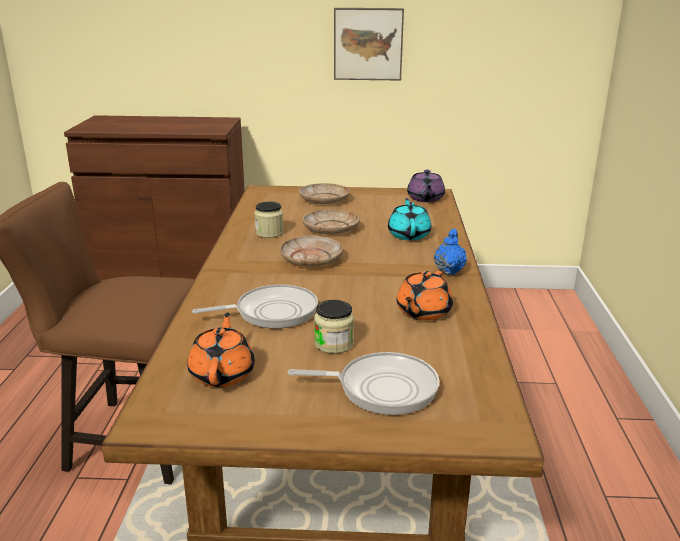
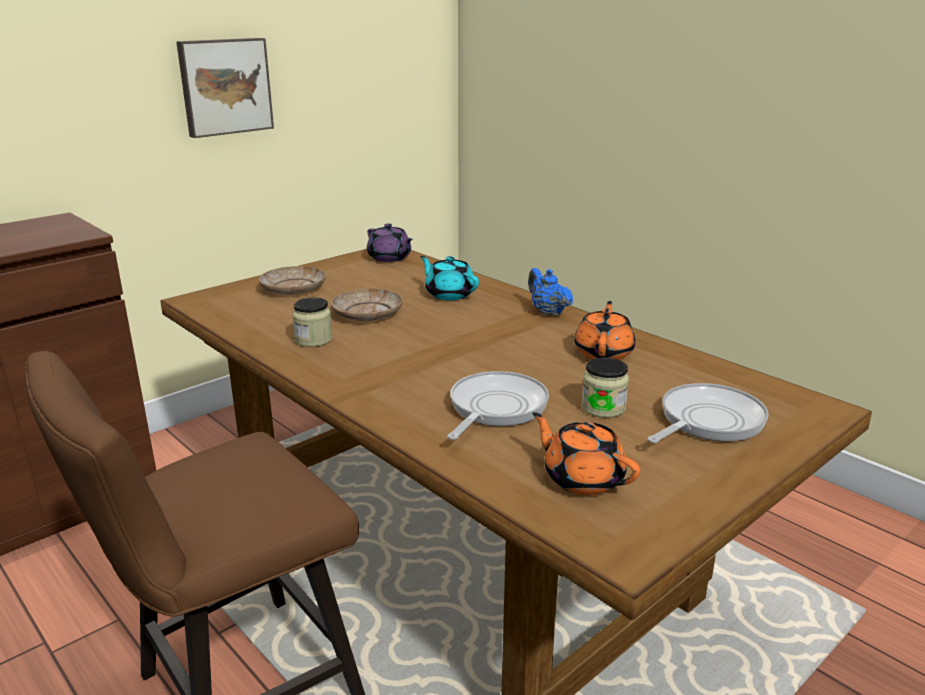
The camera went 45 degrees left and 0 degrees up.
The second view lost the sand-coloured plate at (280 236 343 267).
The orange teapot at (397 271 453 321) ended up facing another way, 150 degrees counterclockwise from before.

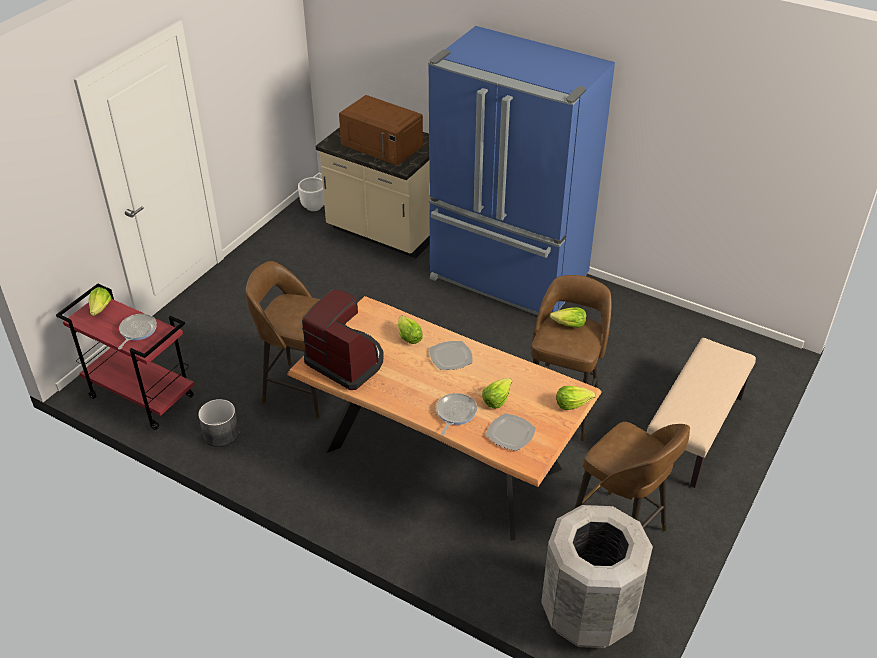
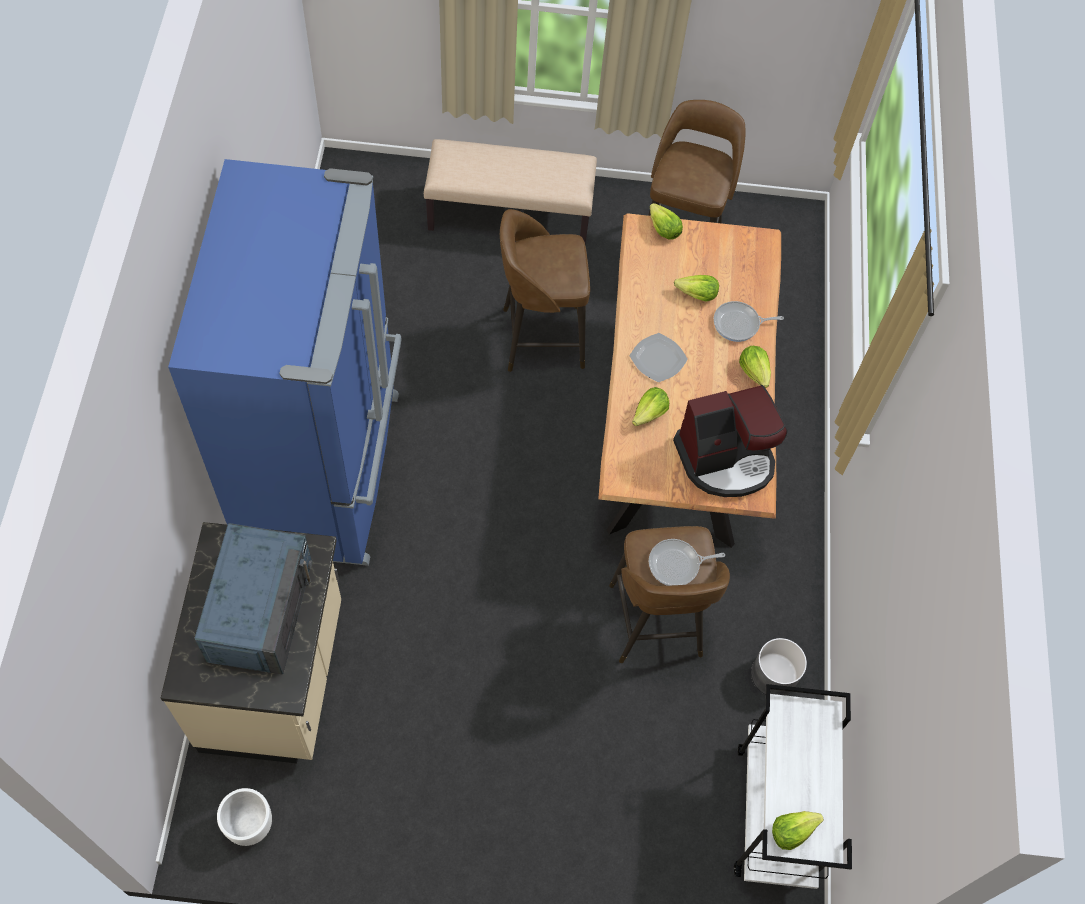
The camera went 120 degrees left and 20 degrees up.
The second view lost the plate at (486 413 536 451).
The second view lost the gray trash can at (541 505 653 648).
The pan ended up elsewhere, having gone from (118 314 157 349) to (649 539 725 586).
The lettuce ended up elsewhere, having gone from (550 307 587 328) to (739 346 771 388).
What was the red trolley at (56 284 194 430) turned into the white trolley at (734 684 852 889).
What was the brown kitchen microwave at (339 95 423 166) turned into the blue kitchen microwave at (194 523 312 675).
The coffee brewer at (302 289 384 390) ended up facing another way, 120 degrees counterclockwise from before.

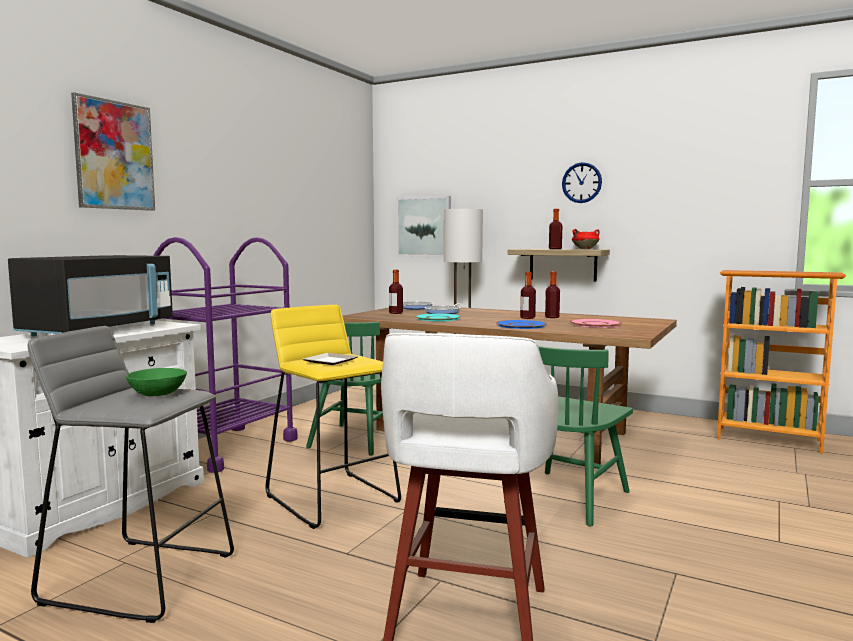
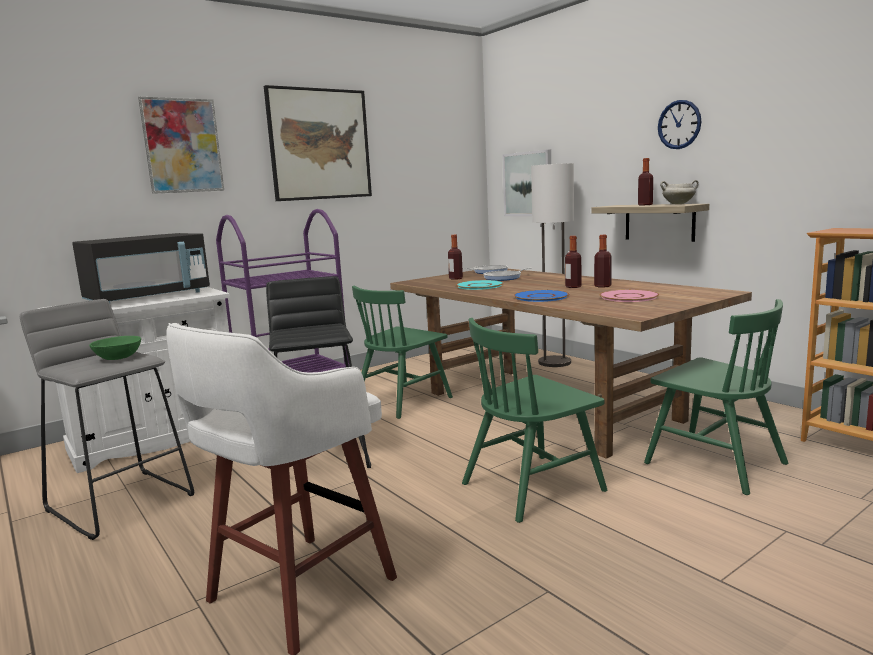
The camera went 25 degrees right and 5 degrees up.
The second view lost the plate at (303 353 358 365).
The second view gained the wall picture at (264 85 372 201).
The second view gained the green plain chair at (644 299 788 495).
What was the yellowish sitting stool at (265 305 401 529) turned into the blackish sitting stool at (266 276 371 468).
What was the red cooking pot at (572 229 600 249) turned into the white cooking pot at (660 180 699 204).

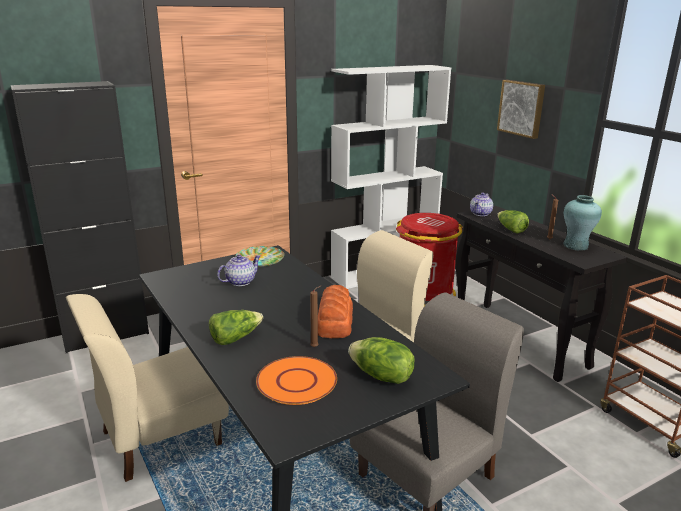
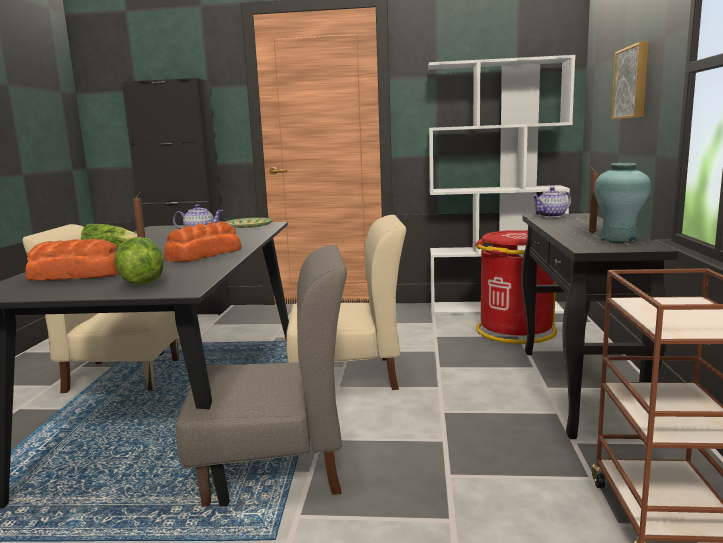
The camera went 35 degrees right and 10 degrees down.
The second view lost the lettuce at (497 210 529 234).
Where the orange plate stood at (256 356 337 405), the bakery bread came to stand at (25 239 119 281).

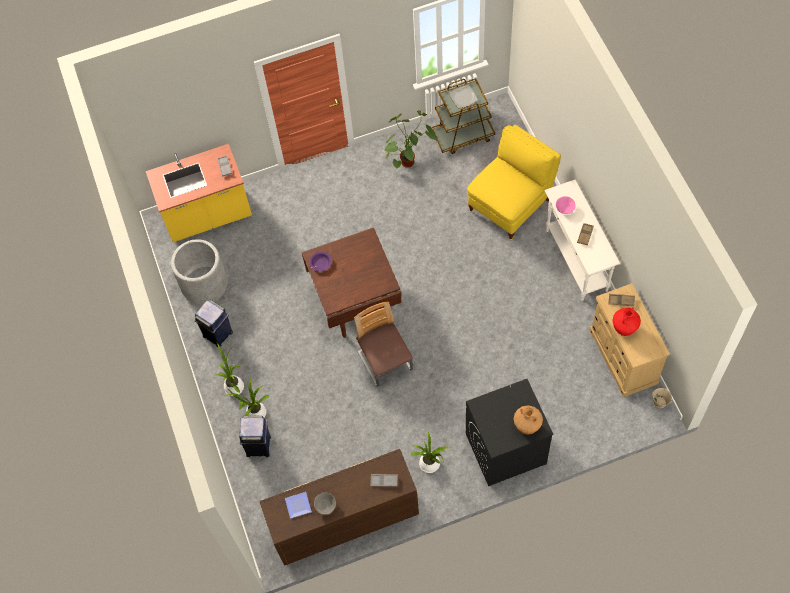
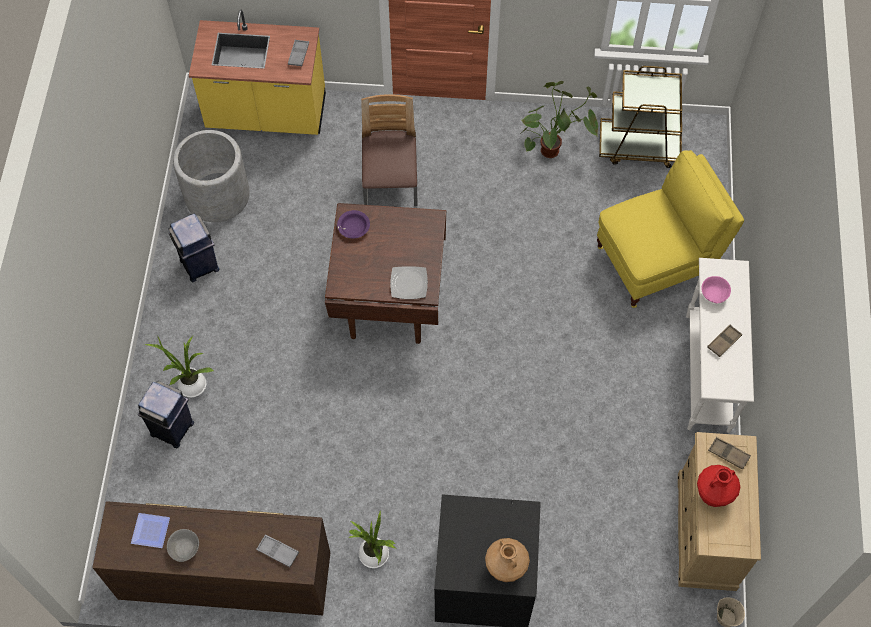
The camera went 20 degrees right and 0 degrees up.
The second view lost the potted plant at (213 343 244 396).
The plain chair ended up elsewhere, having gone from (354 301 413 387) to (361 94 418 206).
The plate ended up elsewhere, having gone from (449 85 478 108) to (390 266 428 299).

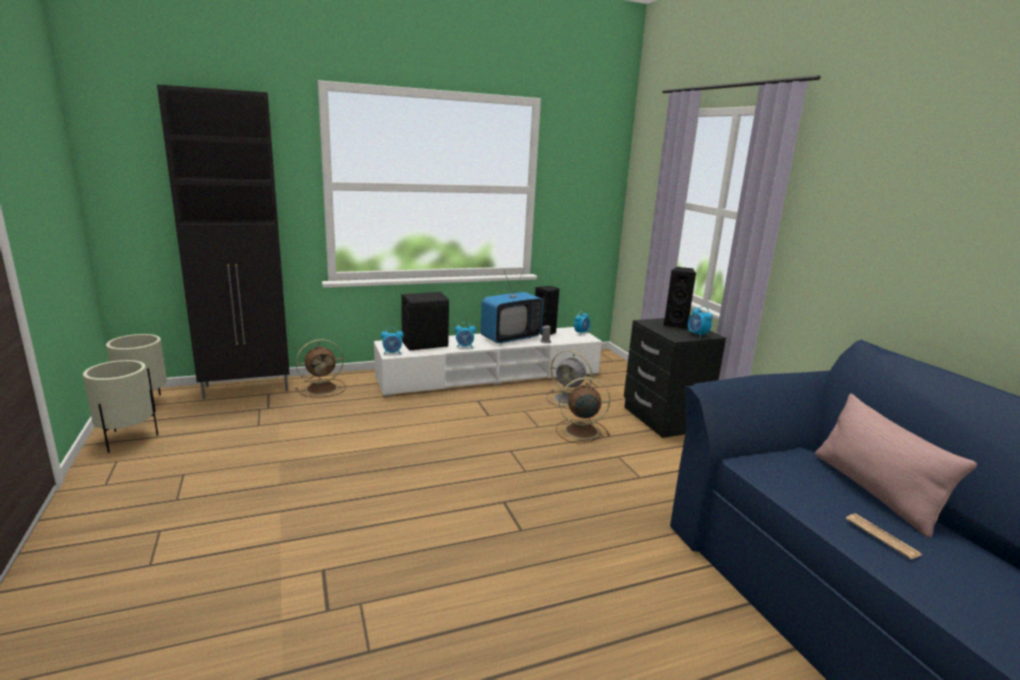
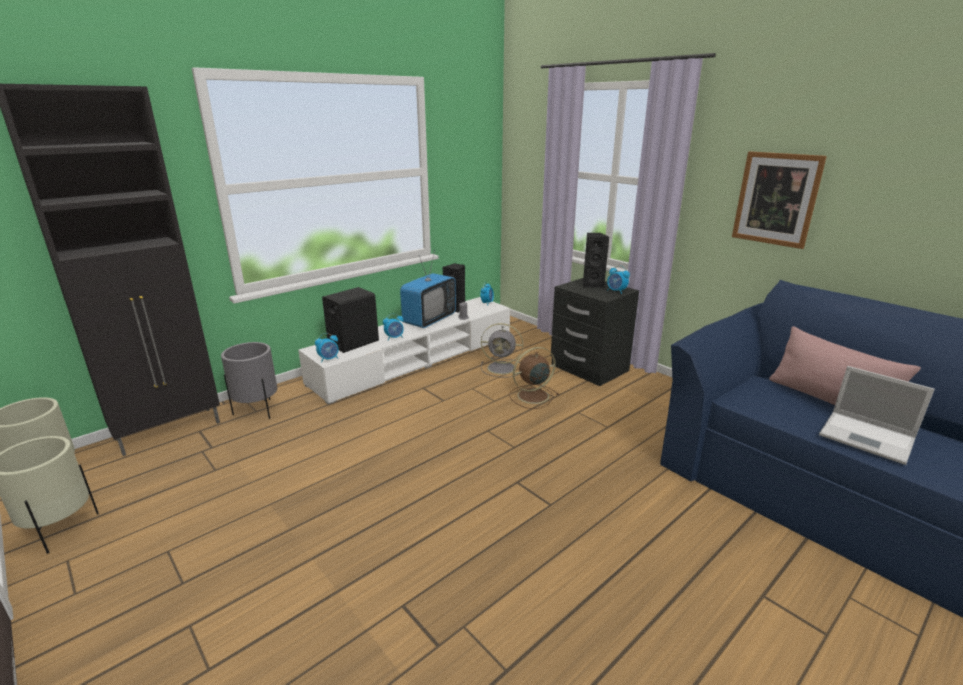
The camera went 20 degrees left and 5 degrees up.
The second view gained the wall picture at (732 151 827 249).
Where the brown electric fan stood at (295 339 346 398), the gray planter came to stand at (221 342 277 419).
Where the daily paper stood at (846 513 922 559), the notebook computer came to stand at (819 366 935 465).

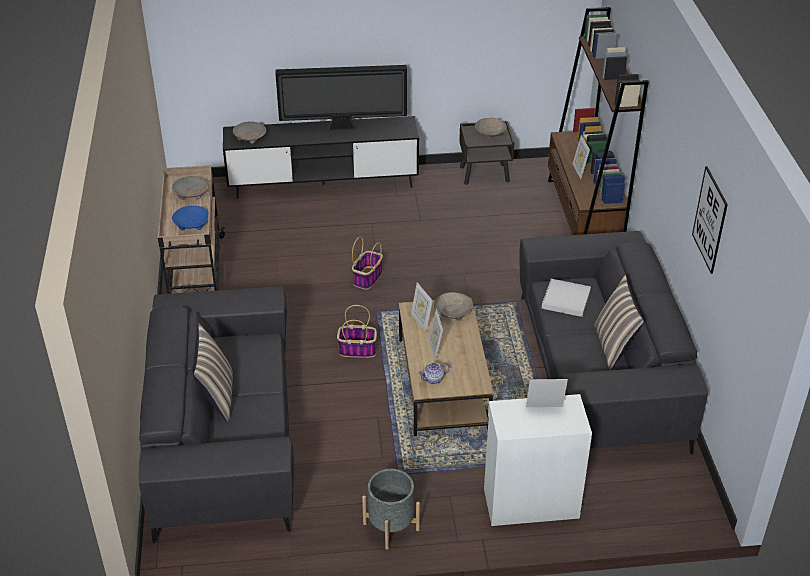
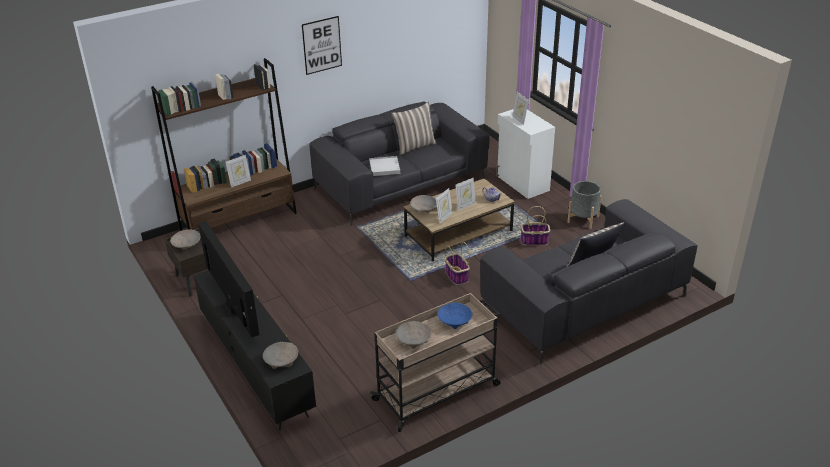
The camera went 115 degrees left and 5 degrees down.
The storage basket ended up elsewhere, having gone from (352 236 383 290) to (521 206 550 246).
The wall picture ended up elsewhere, having gone from (692 166 728 274) to (302 16 342 75).

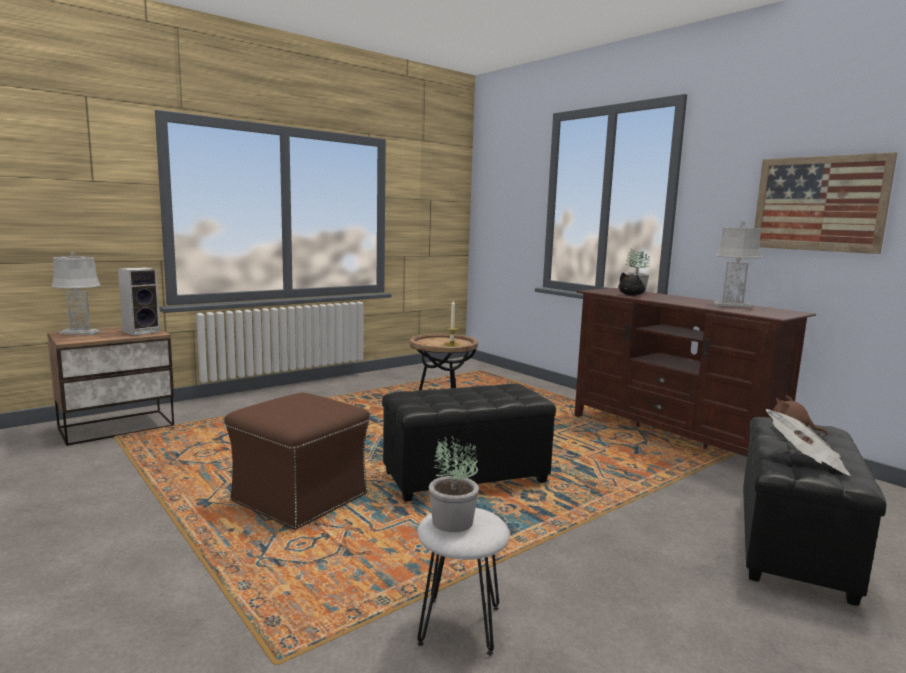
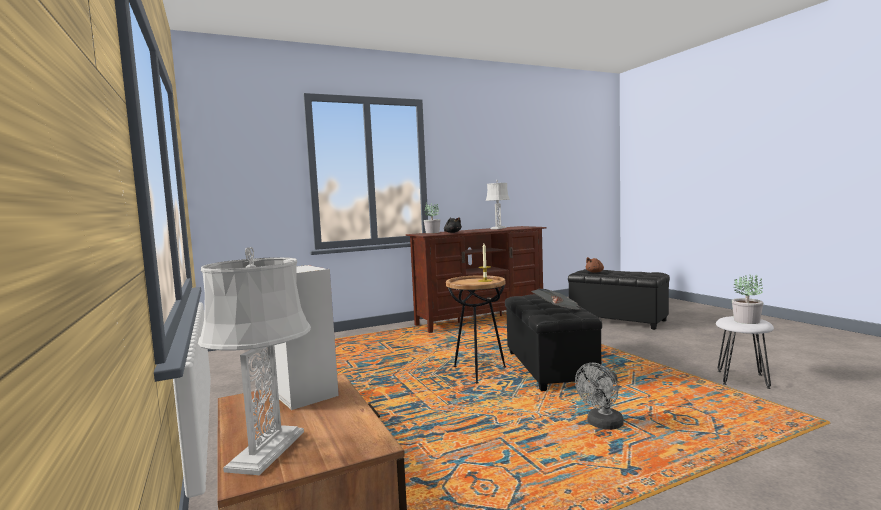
The camera went 75 degrees left and 5 degrees down.
The second view lost the wall picture at (754 152 897 254).
The daily paper ended up elsewhere, having gone from (766 409 851 476) to (531 289 580 310).
Where the brown pouffe stood at (224 393 369 530), the gray electric fan came to stand at (575 363 624 430).

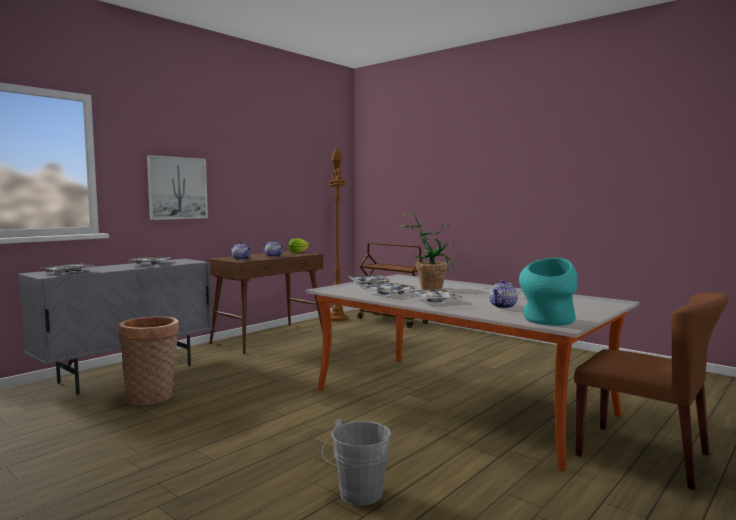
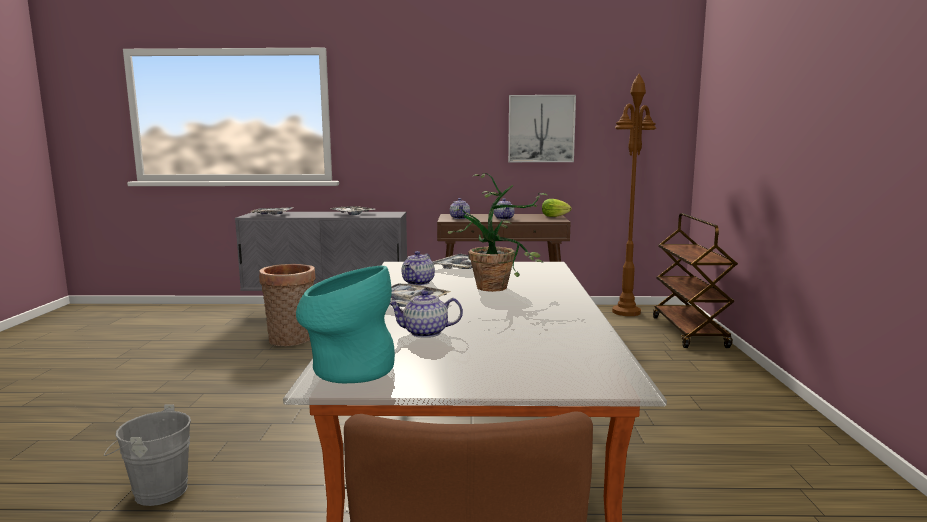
The camera went 50 degrees right and 5 degrees up.
The wall picture ended up elsewhere, having gone from (147 155 208 220) to (508 95 576 162).
Where the carrying tray stood at (362 282 417 295), the teapot came to stand at (402 251 435 285).

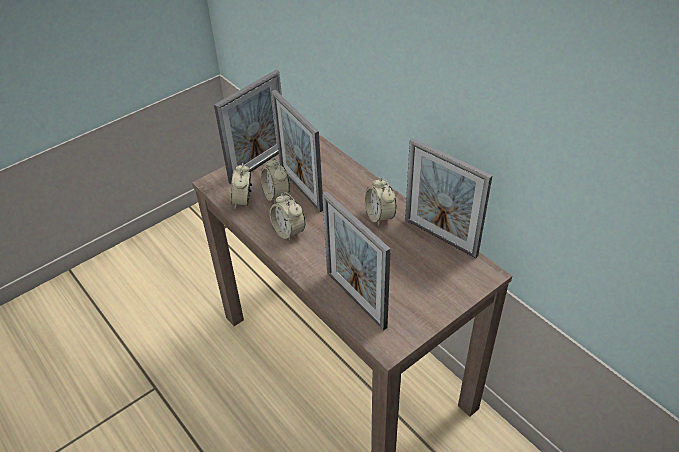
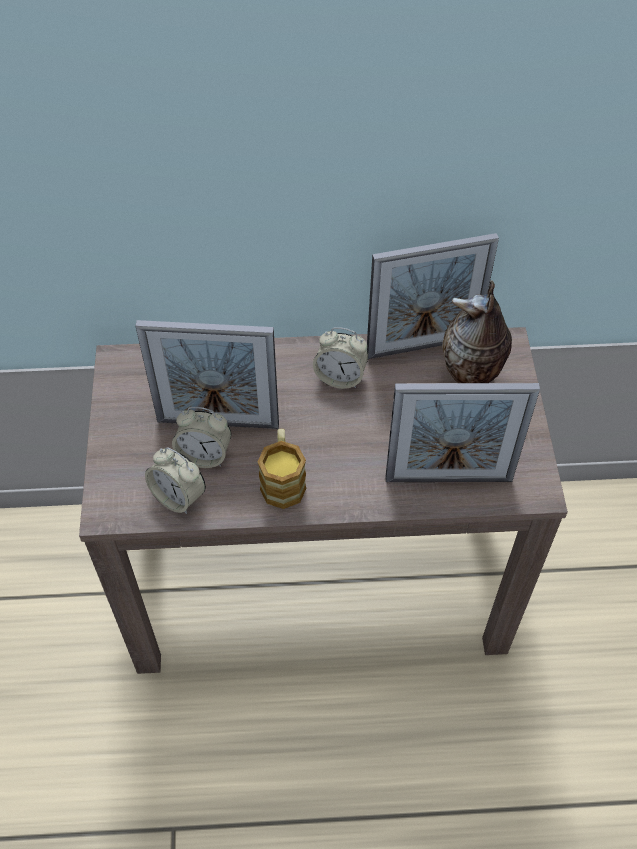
The camera went 55 degrees left and 10 degrees up.
The second view lost the standing frame at (214 70 282 184).
The second view gained the vase at (442 280 512 383).
Where the bedside clock stood at (270 192 305 242), the mug came to stand at (257 429 306 509).

